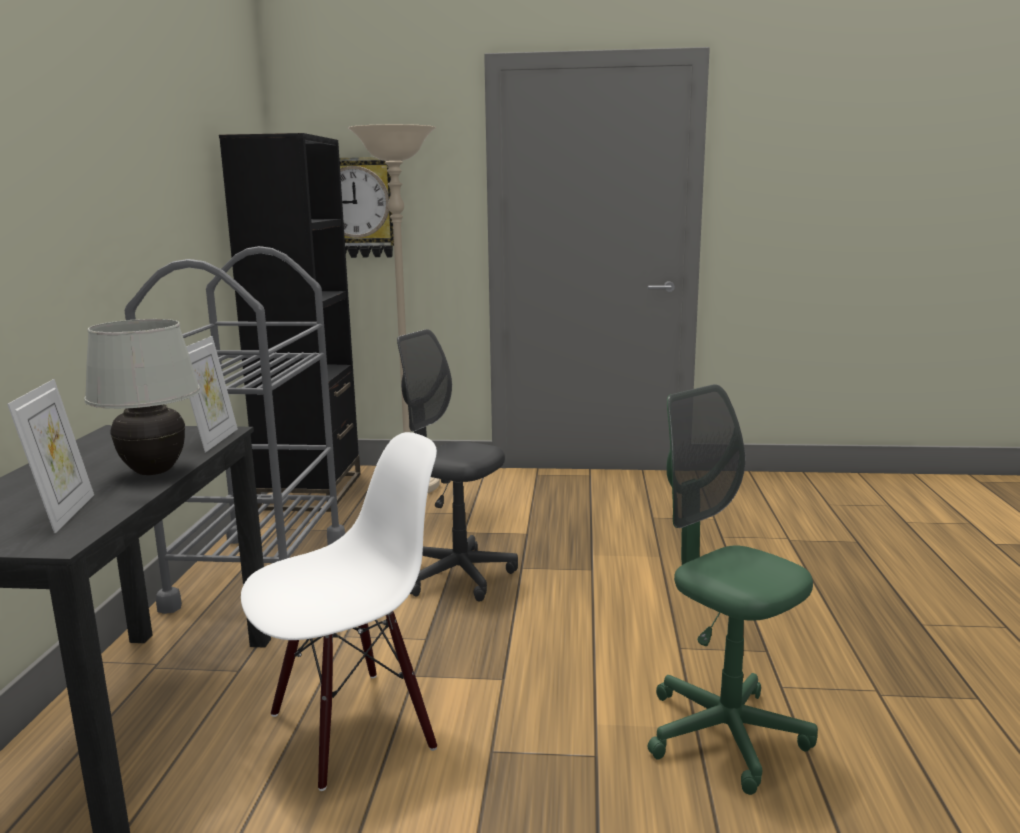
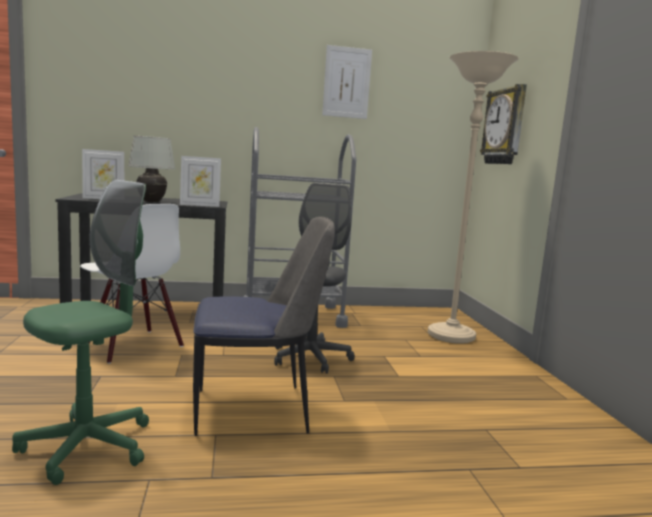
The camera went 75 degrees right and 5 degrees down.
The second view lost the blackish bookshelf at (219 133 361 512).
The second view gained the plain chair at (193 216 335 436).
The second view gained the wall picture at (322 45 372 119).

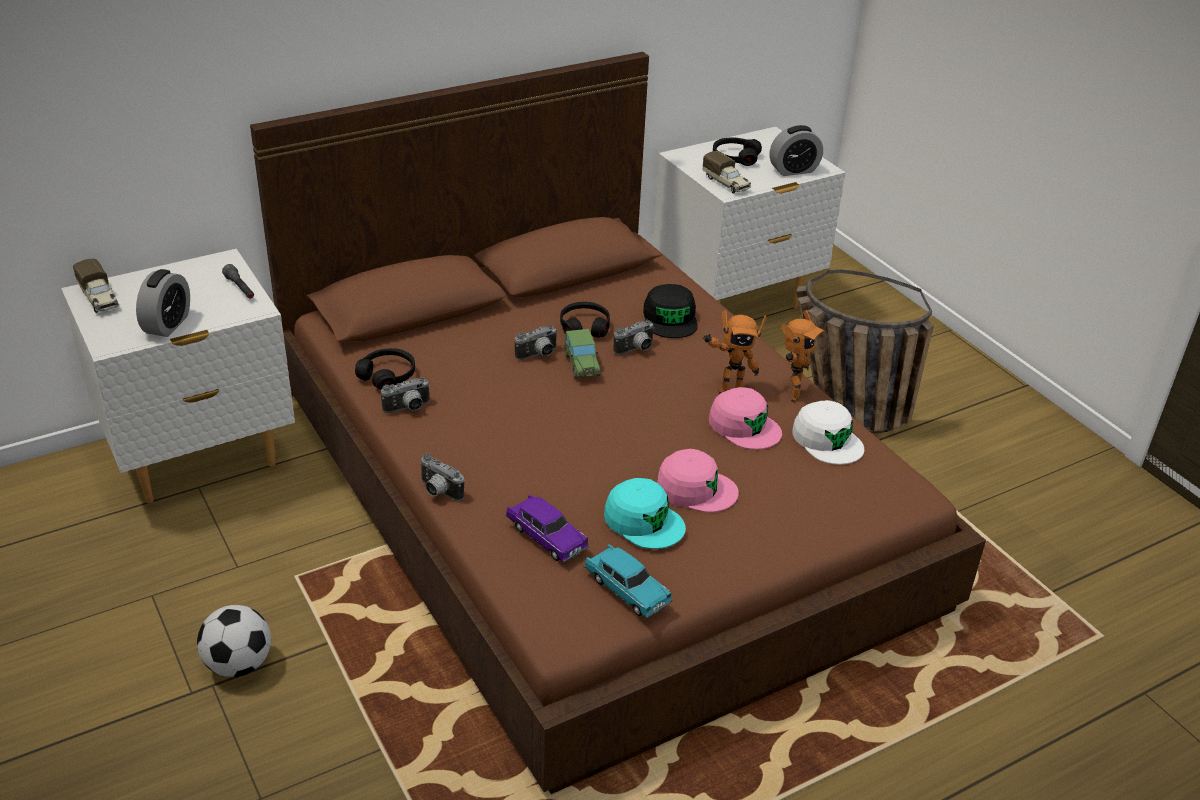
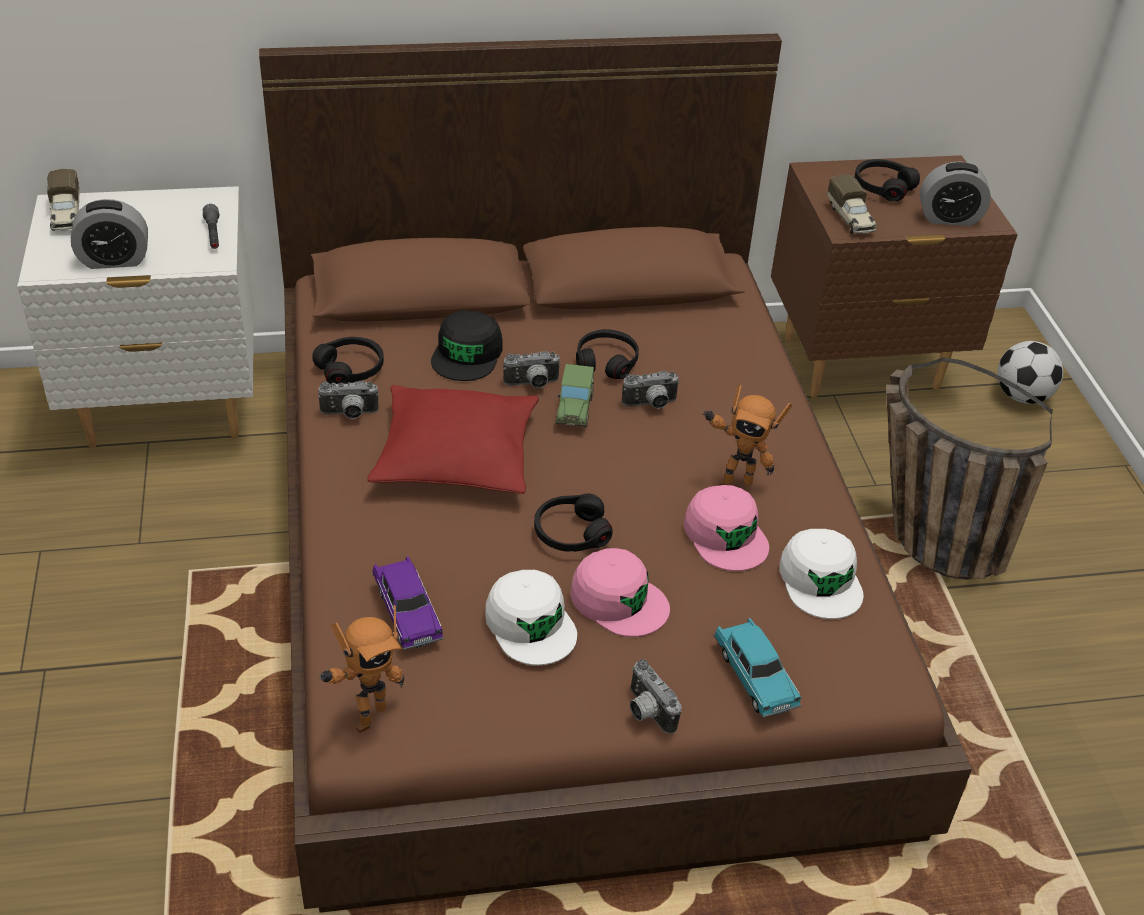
The camera went 20 degrees right and 5 degrees up.
The second view gained the red pillow at (367 385 539 494).
The second view gained the blackish headphones at (534 494 613 552).
The ball for football ended up elsewhere, having gone from (197 605 271 677) to (998 341 1063 404).
The still camera ended up elsewhere, having gone from (420 454 464 501) to (630 659 682 734).
The turquoise model car ended up elsewhere, having gone from (584 545 673 618) to (714 618 801 718).
The blackish cap ended up elsewhere, having gone from (643 284 698 338) to (431 310 503 381).
The toy robot ended up elsewhere, having gone from (780 310 826 403) to (319 605 404 733).
What was the turquoise cap at (604 478 686 549) turned into the white cap at (485 570 577 666).
What was the white nightstand at (652 127 846 308) turned into the brown nightstand at (771 155 1018 398).
The bedside clock at (136 269 190 337) ended up facing another way, 45 degrees clockwise from before.

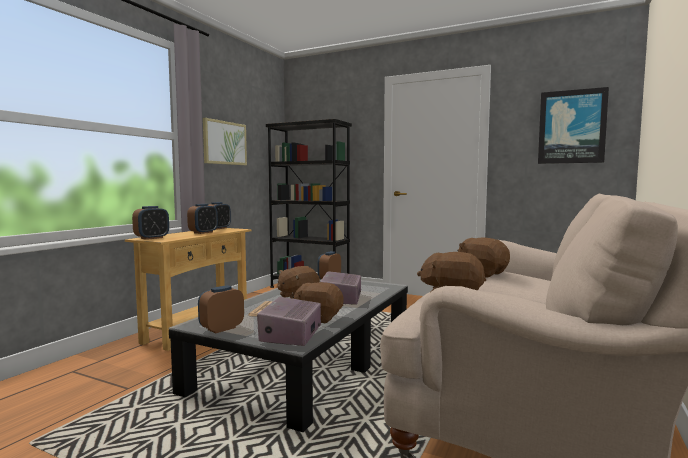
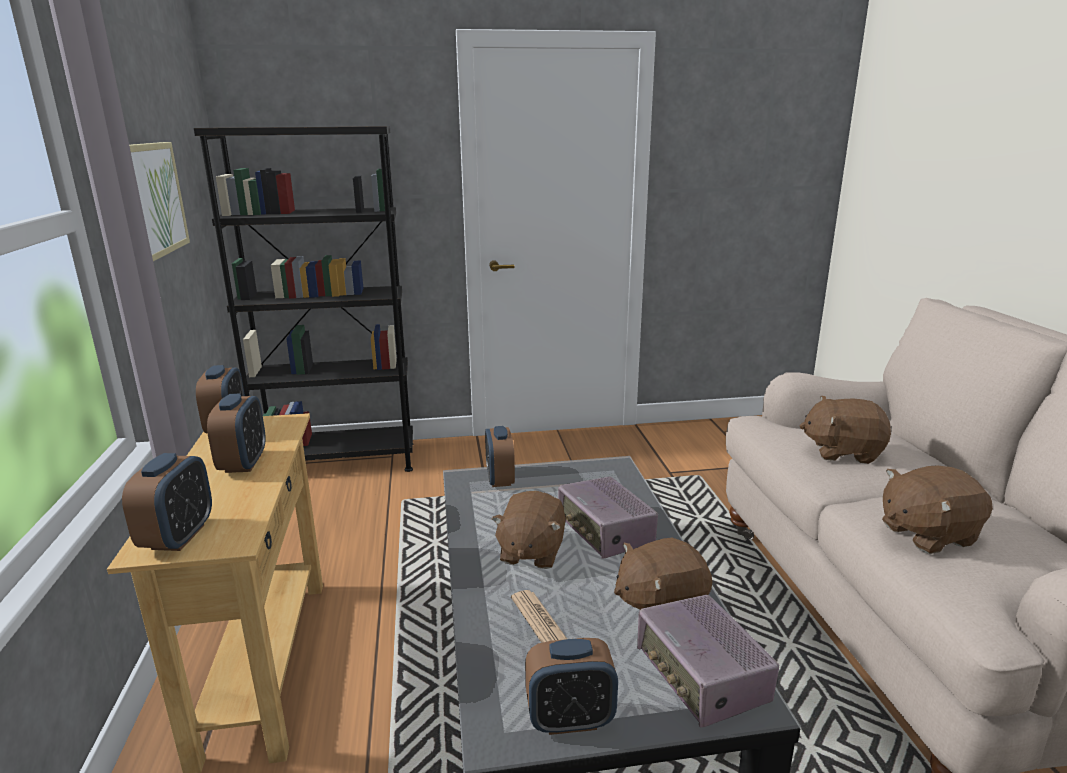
The camera went 35 degrees left and 15 degrees up.
The second view lost the wall picture at (538 87 609 164).
The bedside clock at (198 285 244 333) ended up facing another way, 105 degrees counterclockwise from before.

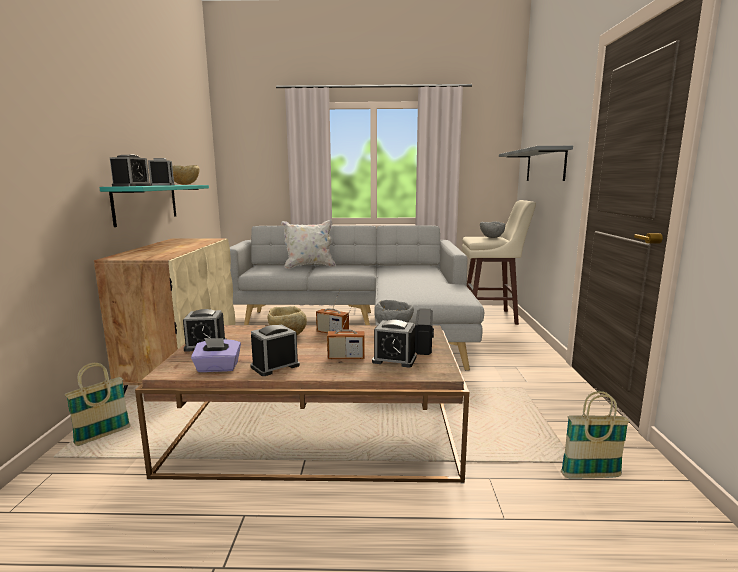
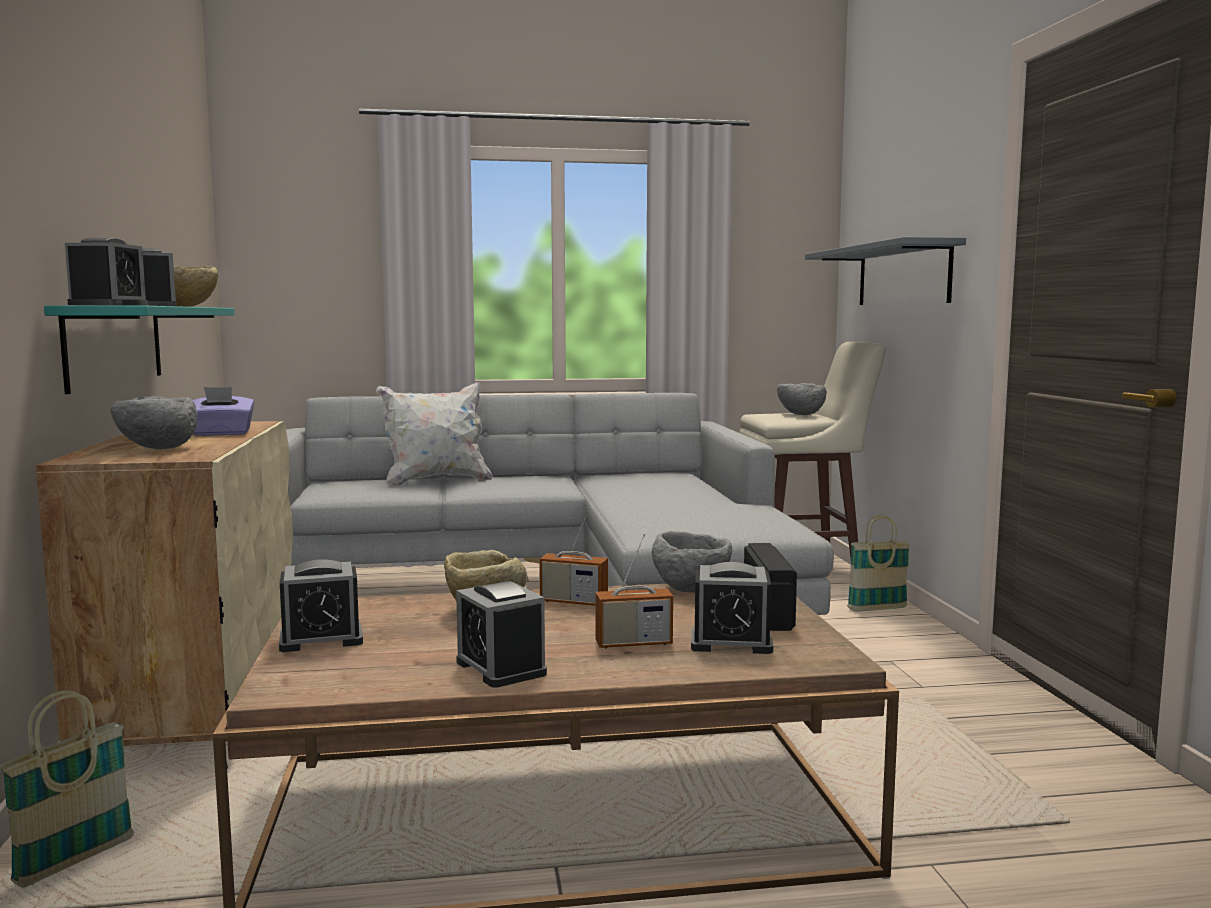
The camera went 10 degrees left and 5 degrees down.
The second view gained the gray deep dish at (111 396 198 449).
The purplish box of tissues ended up elsewhere, having gone from (191 338 241 372) to (192 387 254 436).
The storage basket ended up elsewhere, having gone from (561 391 630 479) to (847 515 911 611).
The bedside clock at (250 324 300 376) ended up facing another way, 75 degrees counterclockwise from before.

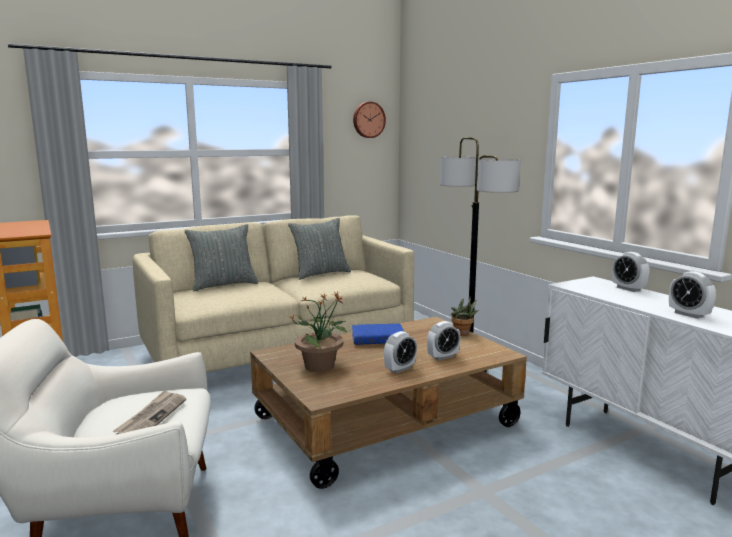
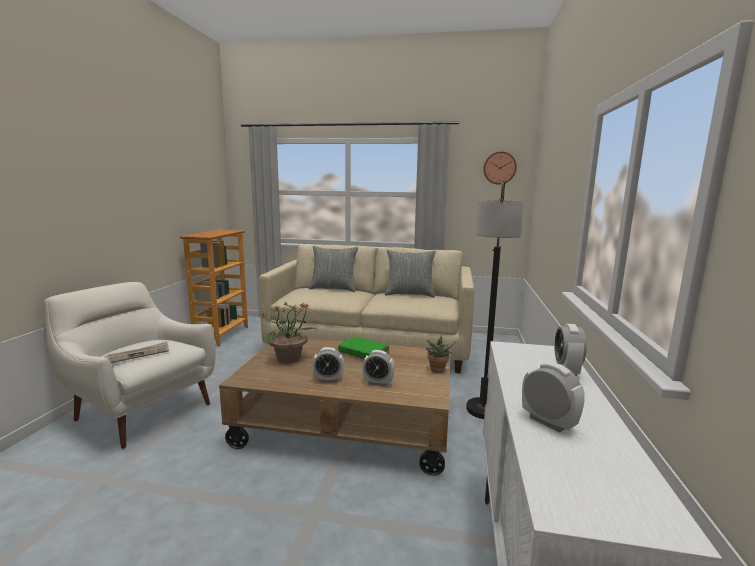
The camera went 40 degrees right and 0 degrees up.
What was the blue book at (352 323 404 345) turned into the green book at (338 336 389 359).
The bedside clock at (669 271 716 319) ended up facing another way, 135 degrees clockwise from before.

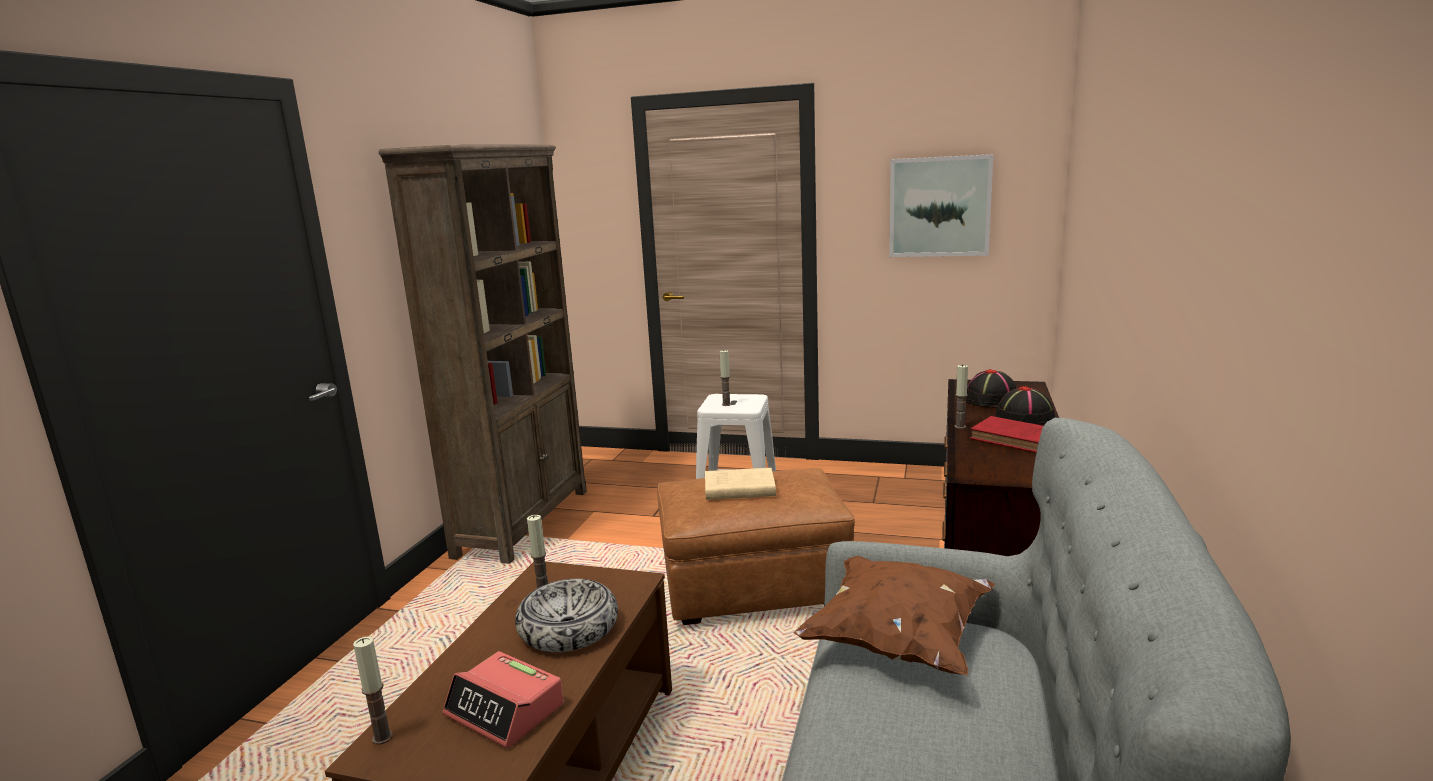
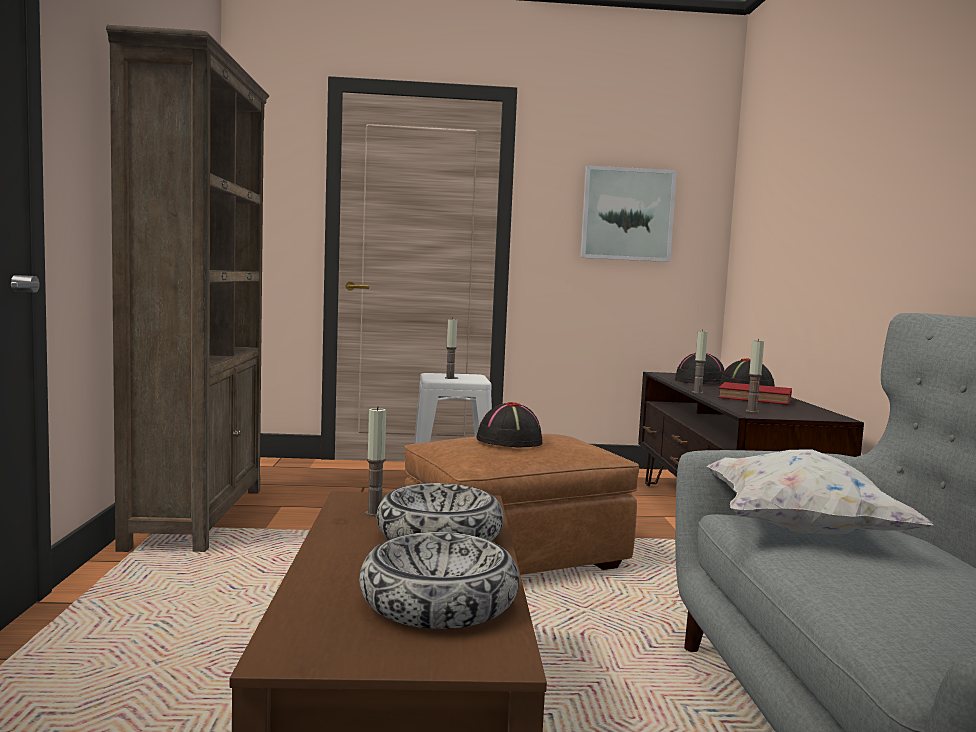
The camera went 20 degrees left and 10 degrees down.
The wax candle ended up elsewhere, having gone from (353 636 393 745) to (746 339 764 413).
Where the bedside clock stood at (442 651 564 748), the deep dish came to stand at (359 532 519 629).
Where the sand-coloured book stood at (705 468 776 500), the blackish hat came to stand at (476 402 543 448).
What was the brown pillow at (794 556 995 675) turned into the white pillow at (707 449 933 534).

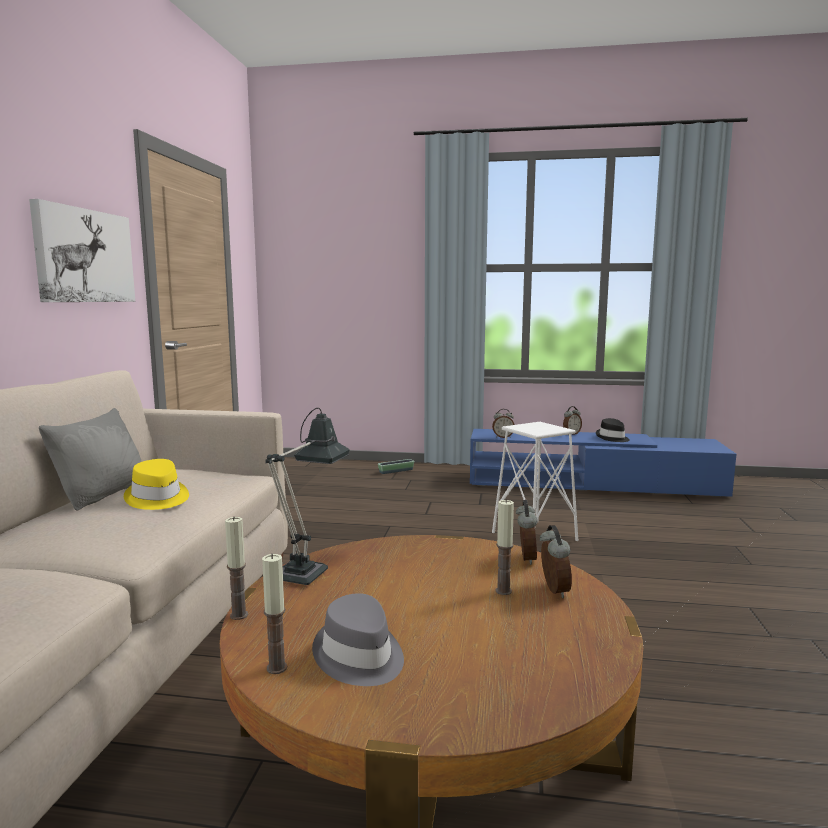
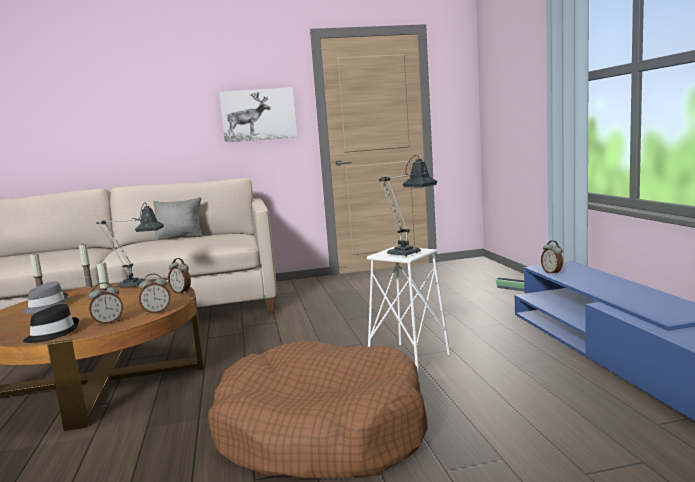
The camera went 70 degrees right and 0 degrees up.
The second view lost the yellowish hat at (124 459 189 510).
The second view gained the brown dog bed at (208 341 428 479).
The second view gained the table lamp at (379 155 437 256).
The bedside clock ended up elsewhere, having gone from (563 406 582 435) to (168 258 191 294).
The blackish hat ended up elsewhere, having gone from (596 418 630 442) to (23 304 79 343).

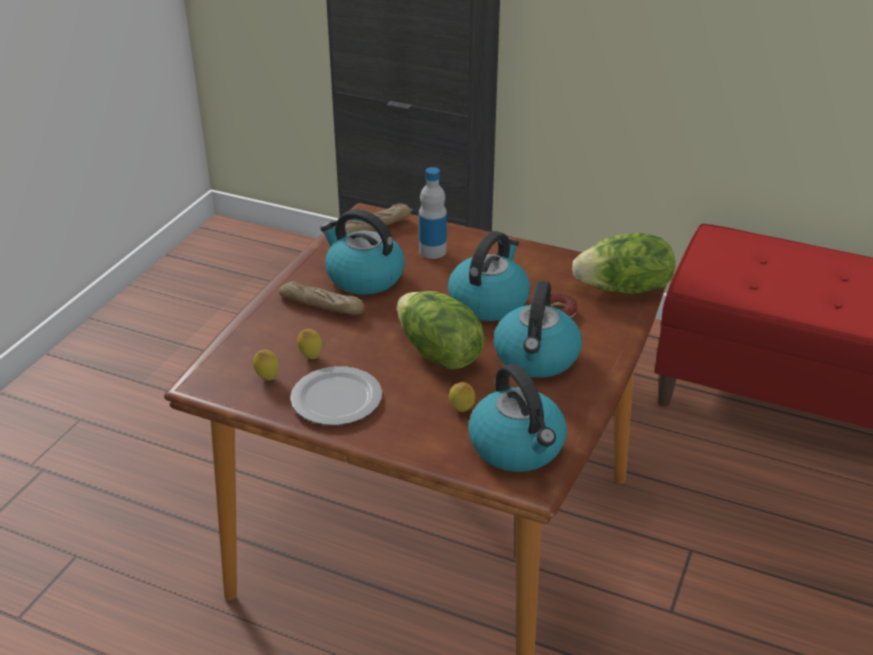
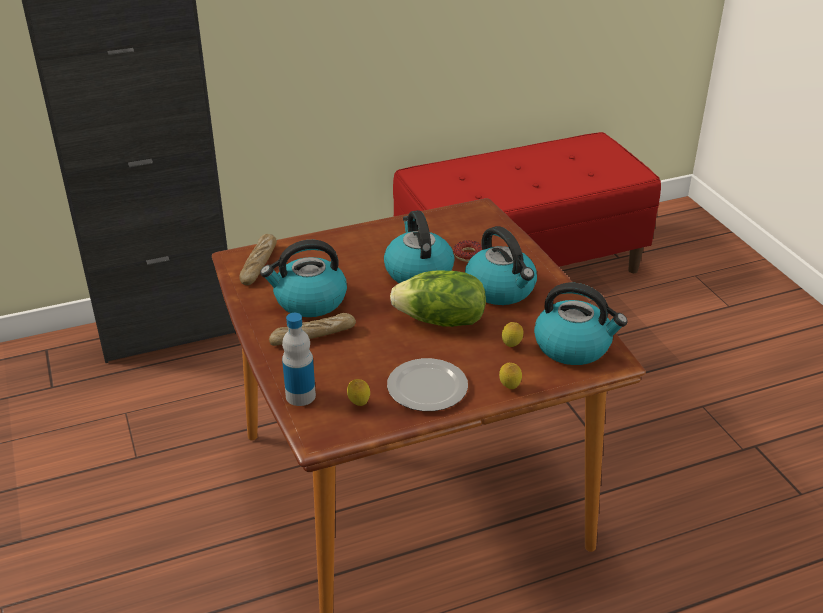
The camera went 45 degrees left and 0 degrees up.
The second view lost the lettuce at (572 233 675 294).
The lemon ended up elsewhere, having gone from (297 329 322 359) to (499 363 522 389).
The beverage bottle ended up elsewhere, having gone from (419 167 447 259) to (282 313 316 406).

